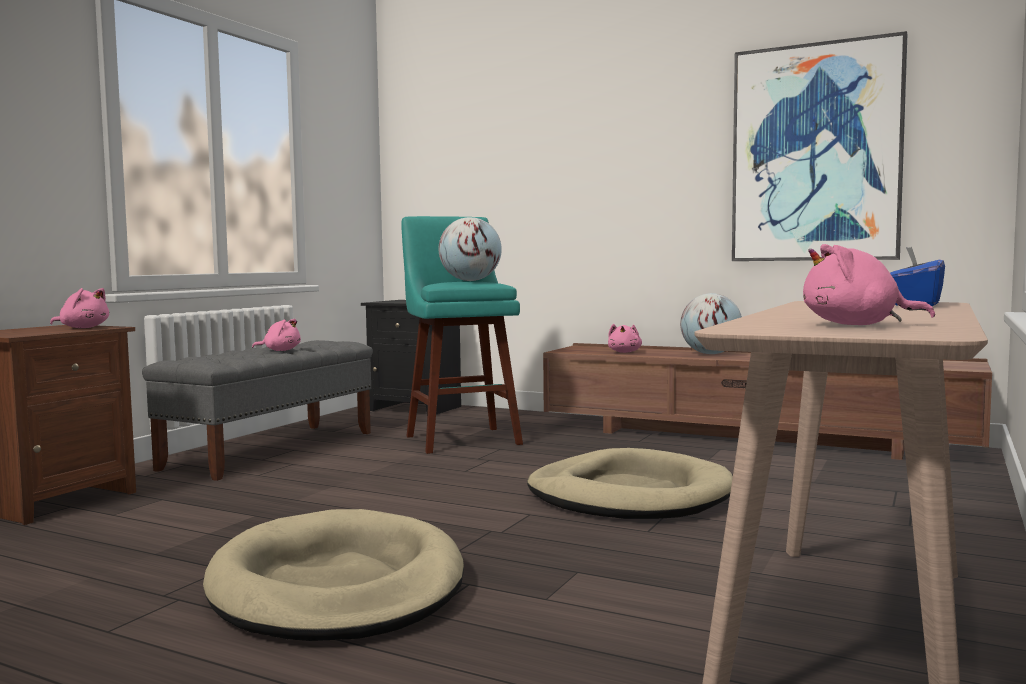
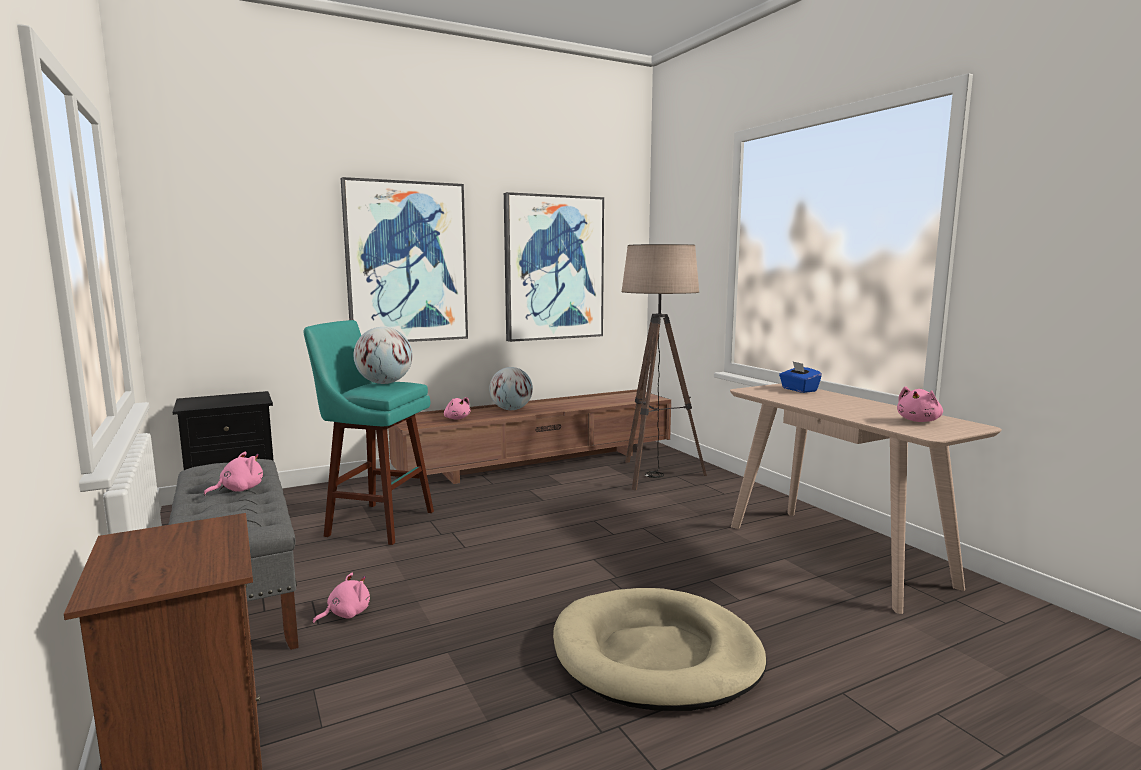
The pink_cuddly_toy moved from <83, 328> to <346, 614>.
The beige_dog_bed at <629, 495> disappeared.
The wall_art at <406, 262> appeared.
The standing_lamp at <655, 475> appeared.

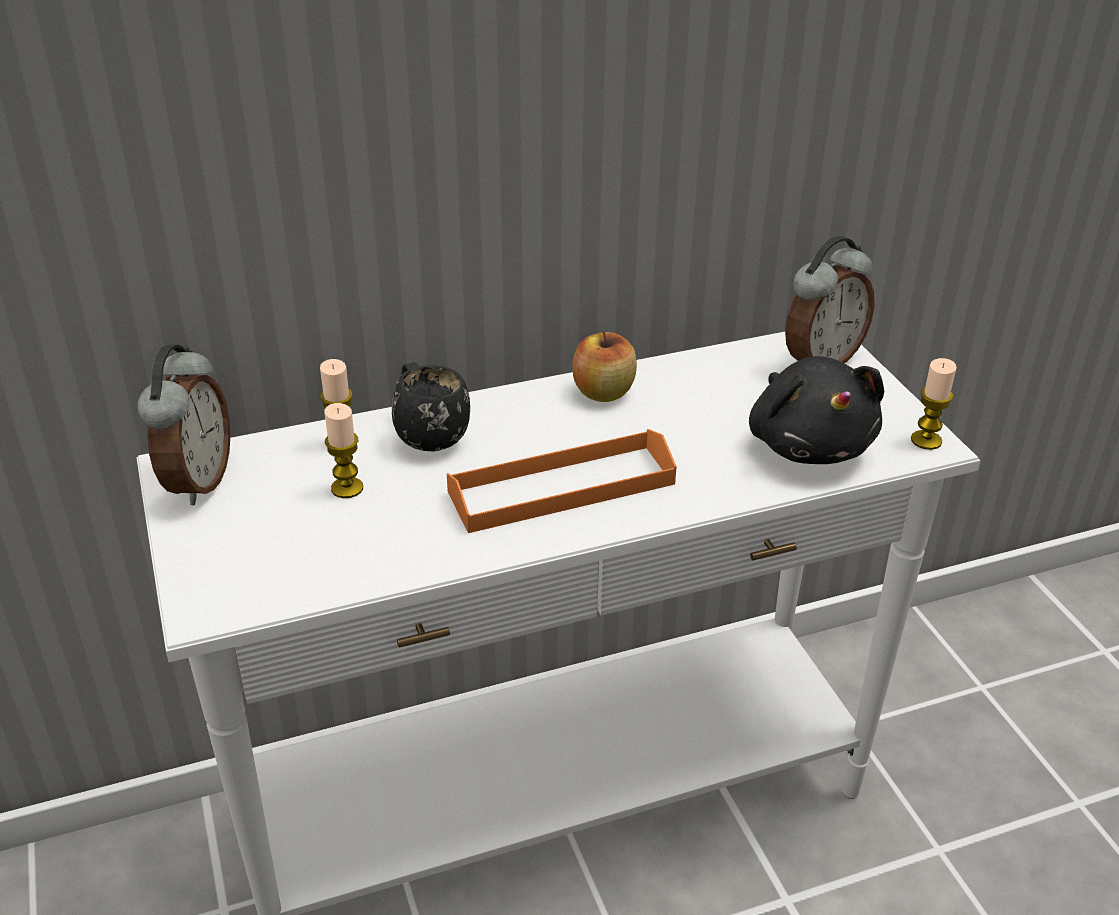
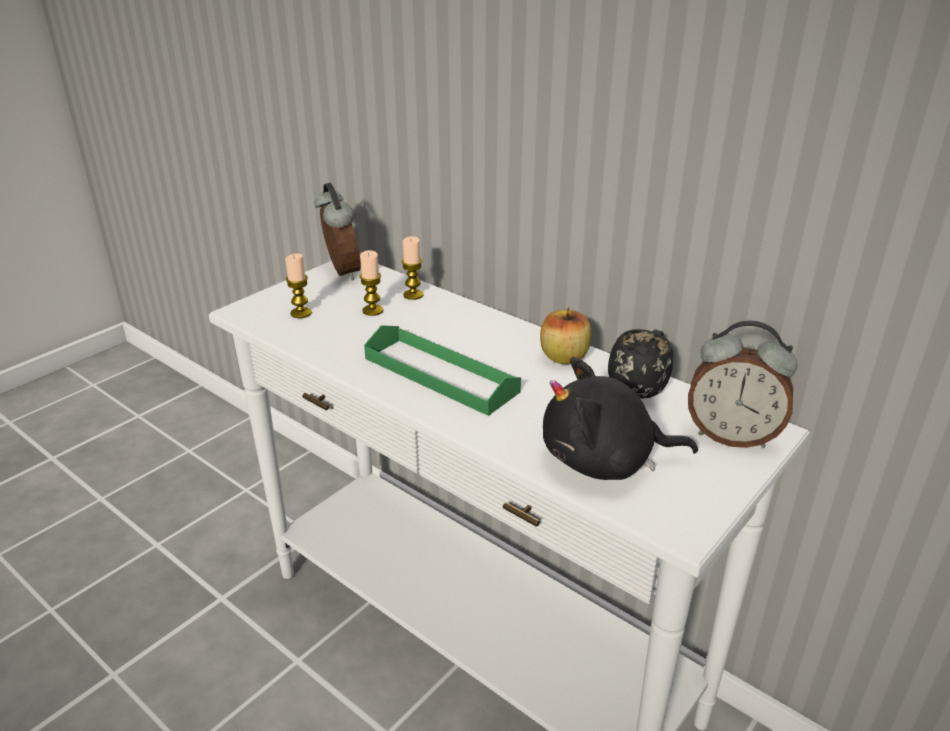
The table_clock at <196, 481> turned 90 degrees counterclockwise.
The blackish_cuddly_toy at <809, 444> turned 45 degrees clockwise.
The wax_candle moved from <926, 440> to <301, 313>.
The blackish_mug moved from <427, 434> to <640, 386>.
The orange_serving_tray at <561, 488> became the greenish_serving_tray at <440, 375>.

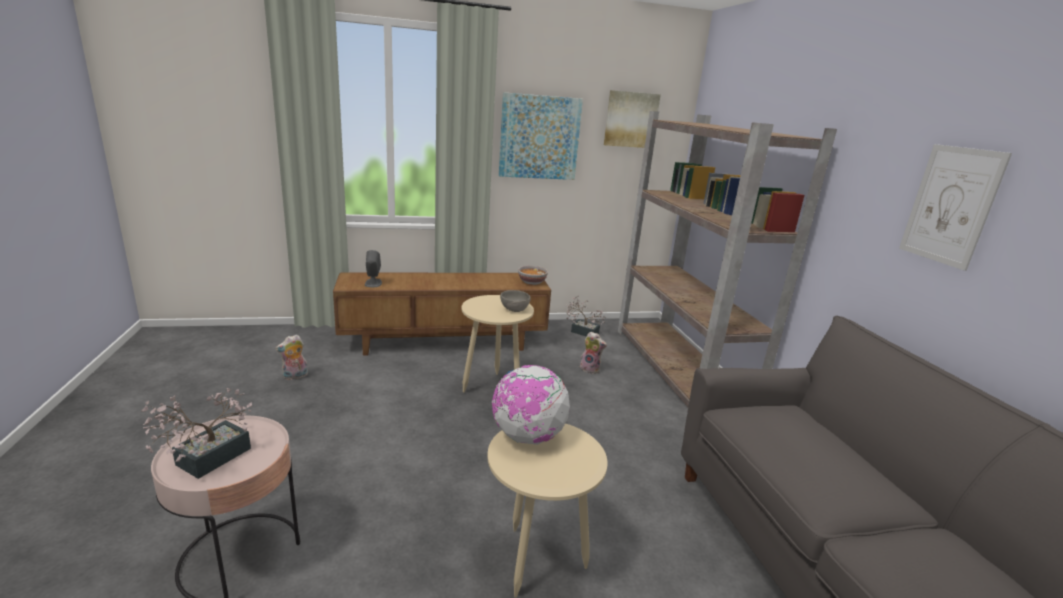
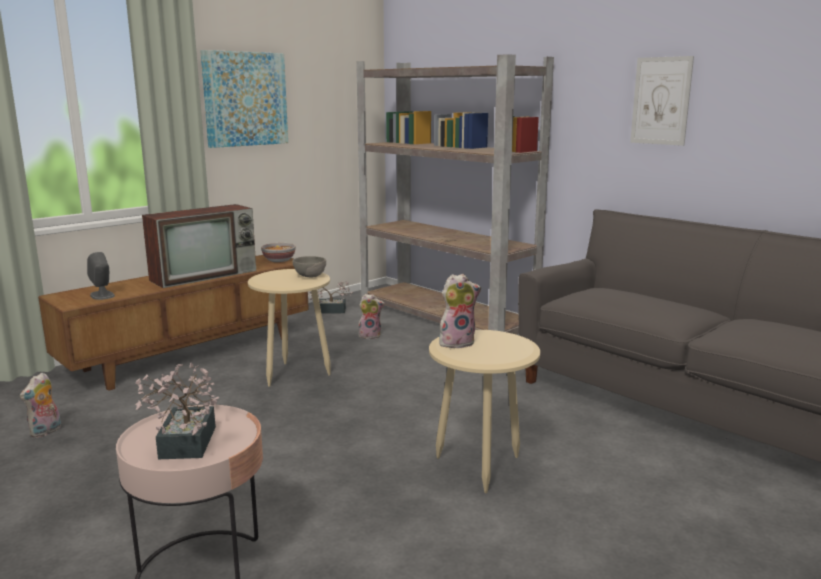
The wall_art at <630, 119> disappeared.
The desk_globe at <527, 437> was replaced by the cuddly_toy at <457, 342>.
The TV at <205, 275> appeared.

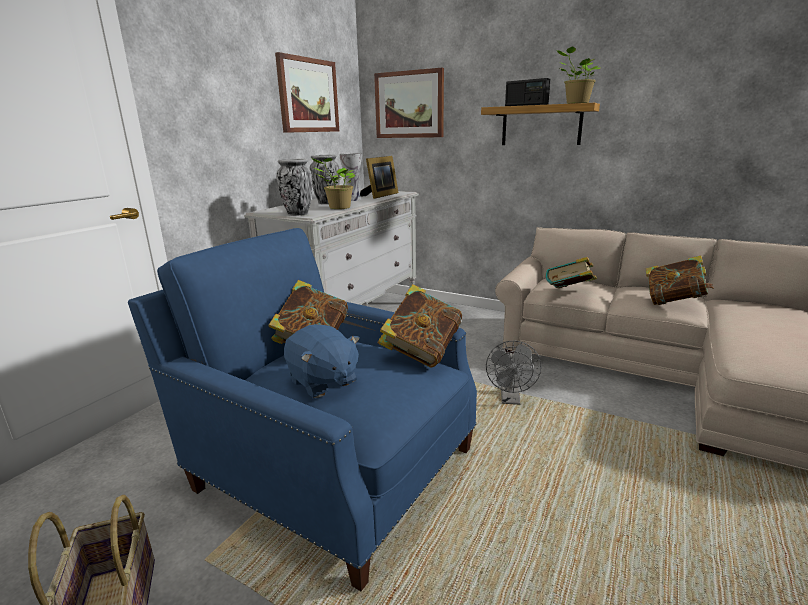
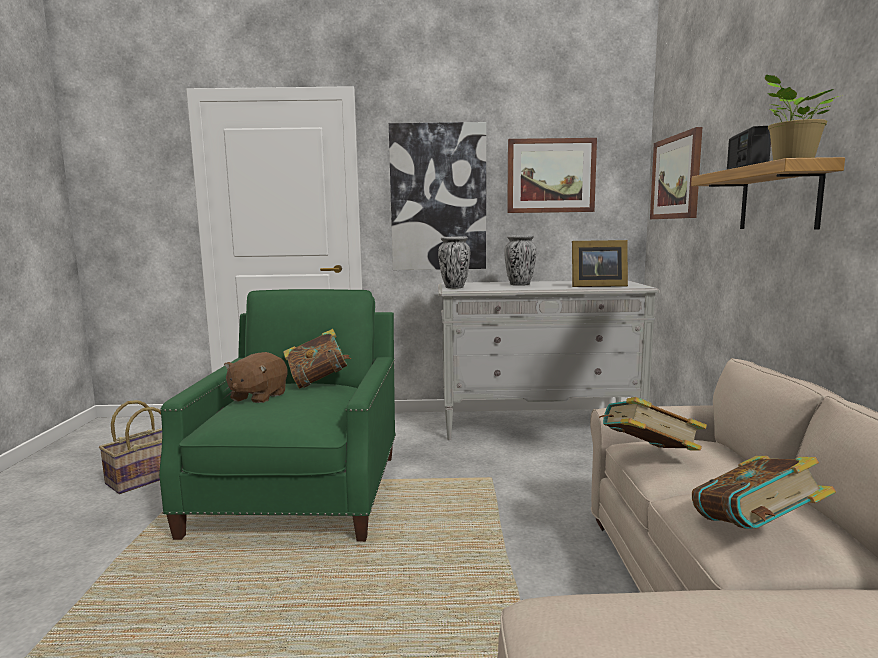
The vase at <353, 199> disappeared.
The potted_plant at <338, 208> disappeared.
The bluish_lounge_chair at <331, 465> became the greenish_lounge_chair at <301, 489>.
The book at <421, 353> disappeared.
The bluish_cuddly_toy at <322, 382> became the brown_cuddly_toy at <258, 397>.
The greyish_electric_fan at <511, 400> disappeared.
The wall_art at <438, 198> appeared.

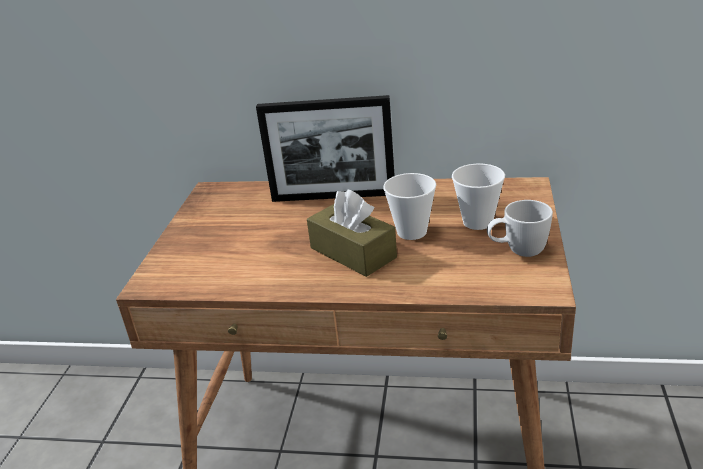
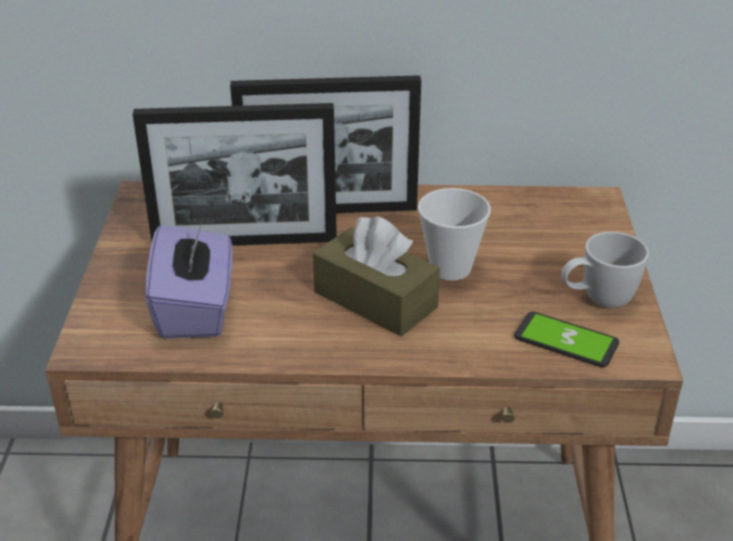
The cup at <477, 222> disappeared.
The picture_frame at <245, 242> appeared.
The purplish_tissue_box at <196, 309> appeared.
The handset at <566, 341> appeared.

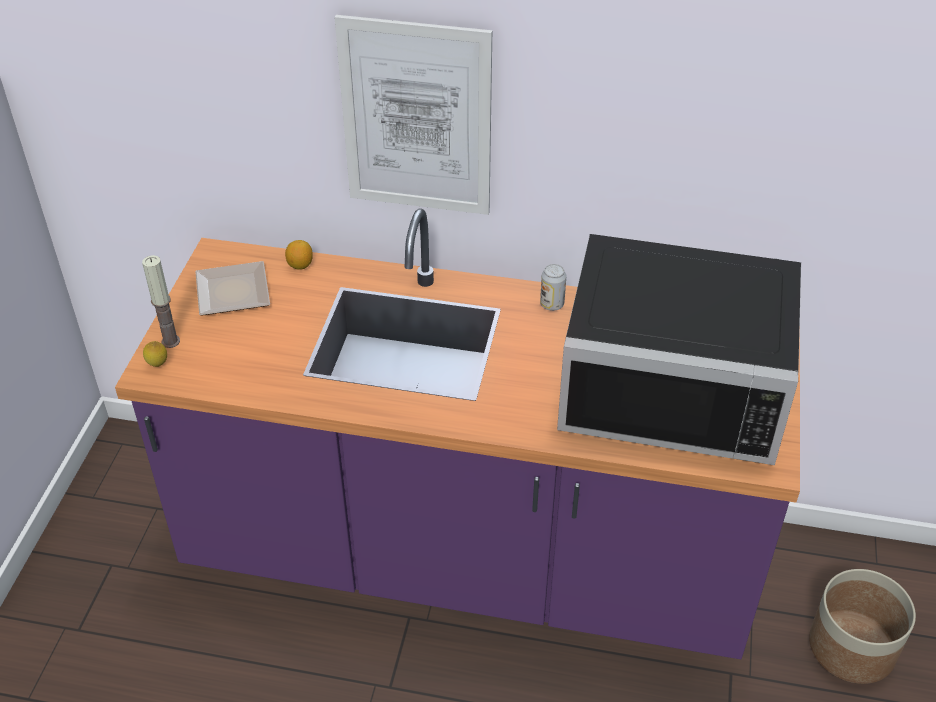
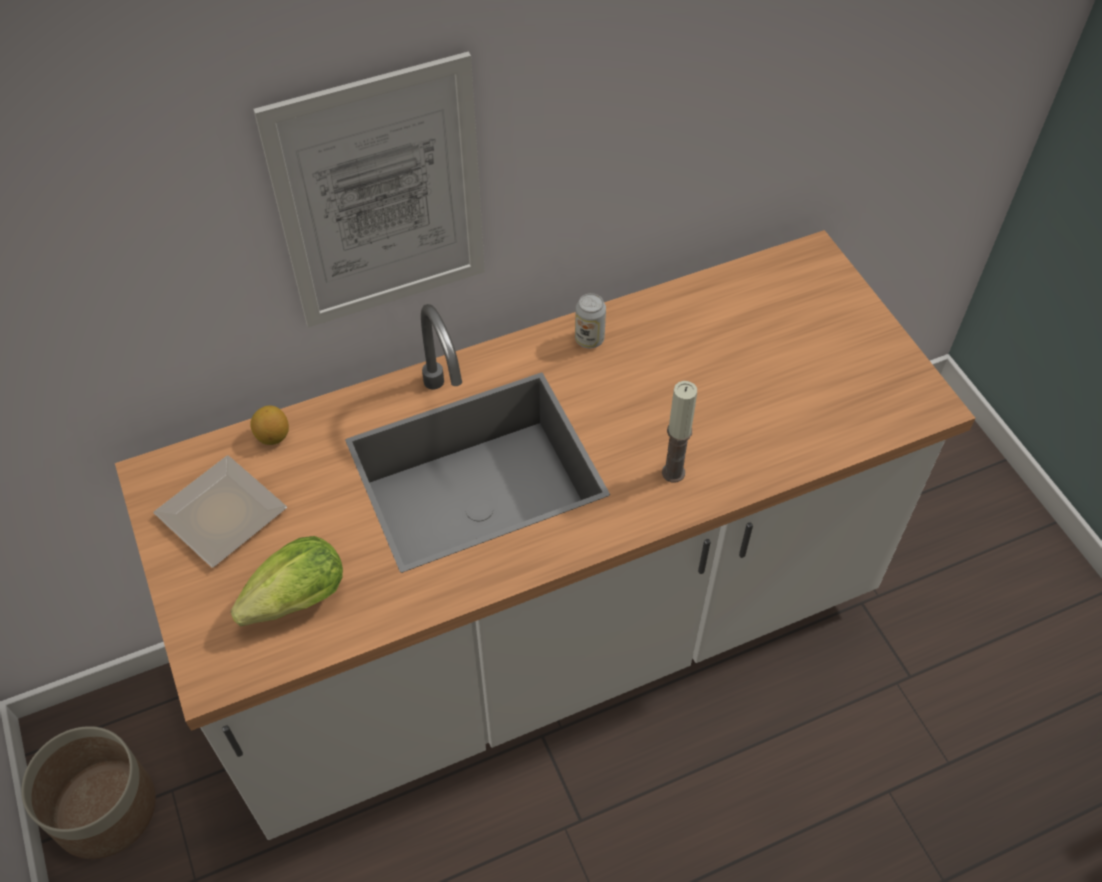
The purplish_counter at <468, 558> became the whitish_counter at <551, 638>.
The blackish_microwave_oven at <674, 379> disappeared.
The wax_candle moved from <171, 341> to <673, 472>.
The lemon at <158, 365> disappeared.
The planter moved from <851, 646> to <104, 808>.
The lettuce at <292, 603> appeared.

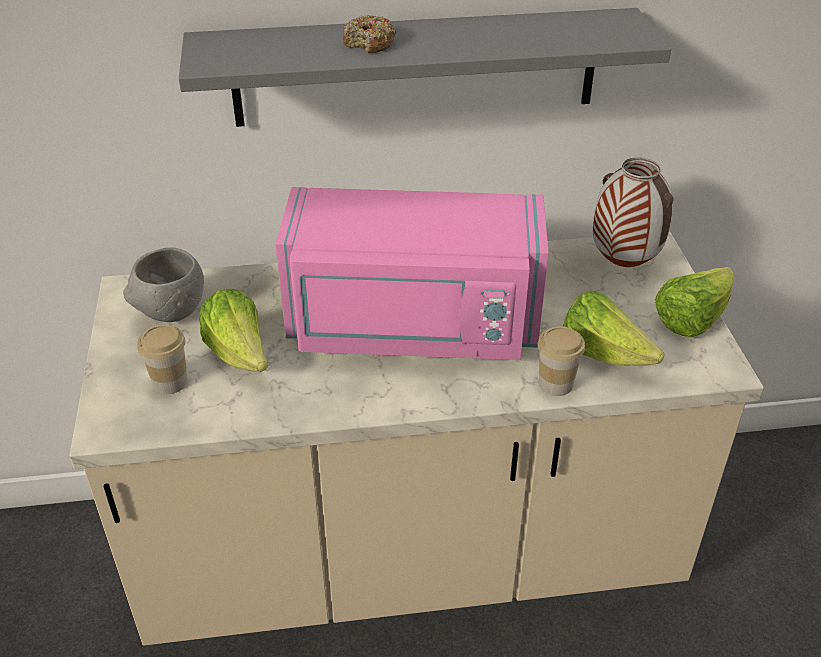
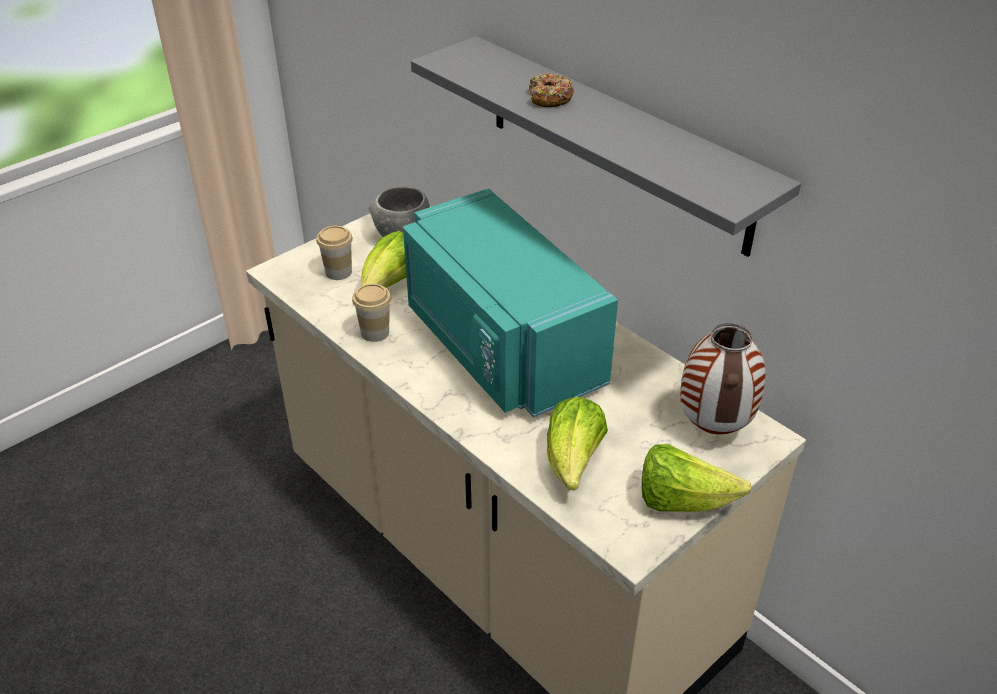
The pink_microwave_oven at <412, 327> became the turquoise-coloured_microwave_oven at <499, 347>.
The cup moved from <555, 384> to <375, 332>.

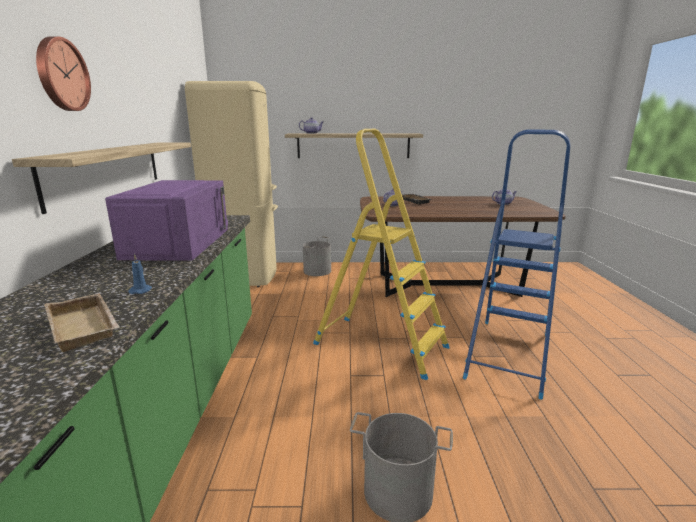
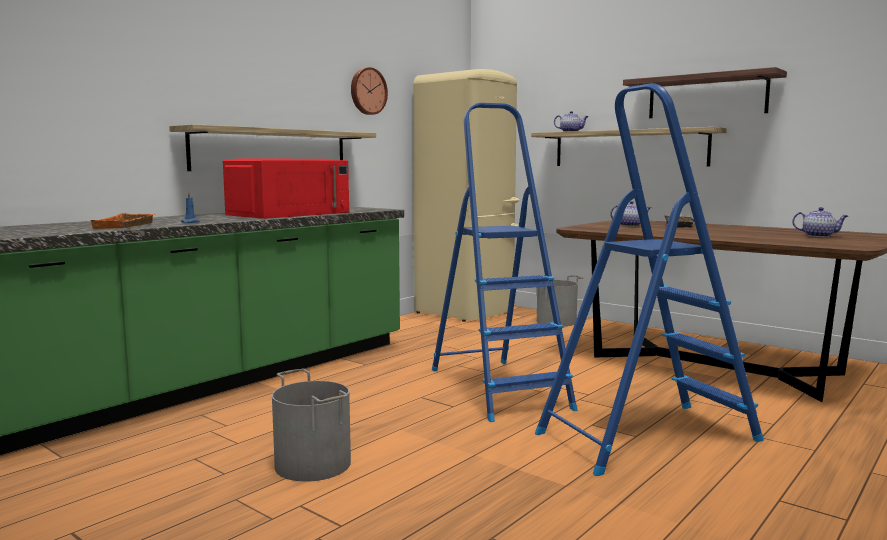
The wall_clock moved from <61, 75> to <367, 91>.
The yellowish_step_stool at <381, 345> became the bluish_step_stool at <498, 388>.
The purplish_microwave_oven at <179, 242> became the reddish_microwave_oven at <289, 213>.
The beige_serving_tray at <86, 326> became the orange_serving_tray at <126, 226>.
The bracket_shelf at <706, 96> appeared.

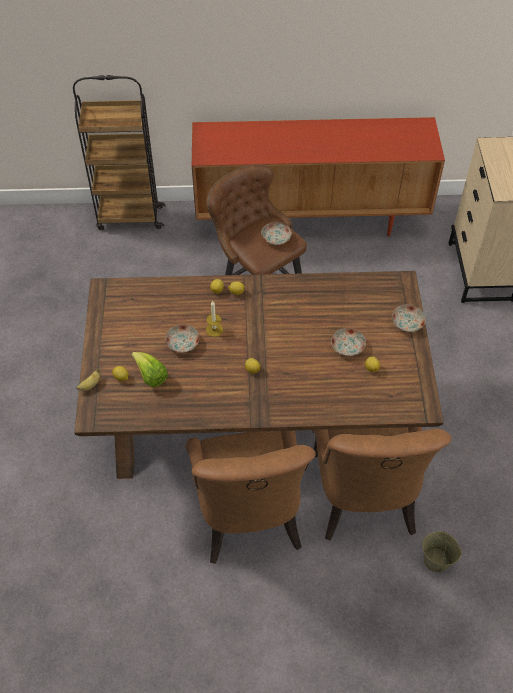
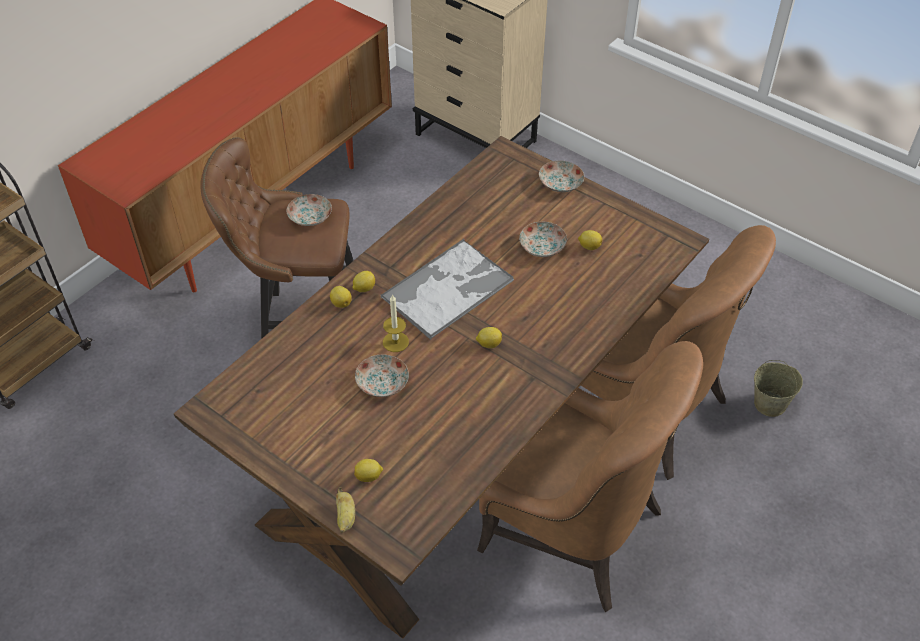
The lettuce at <150, 376> disappeared.
The serving_tray at <448, 289> appeared.

